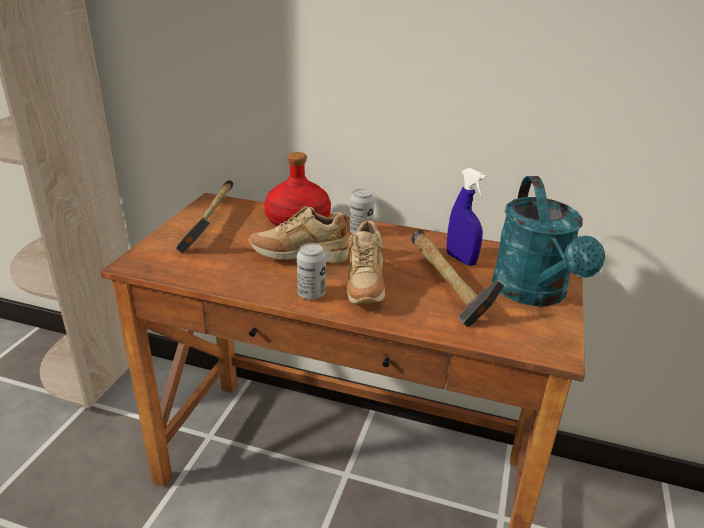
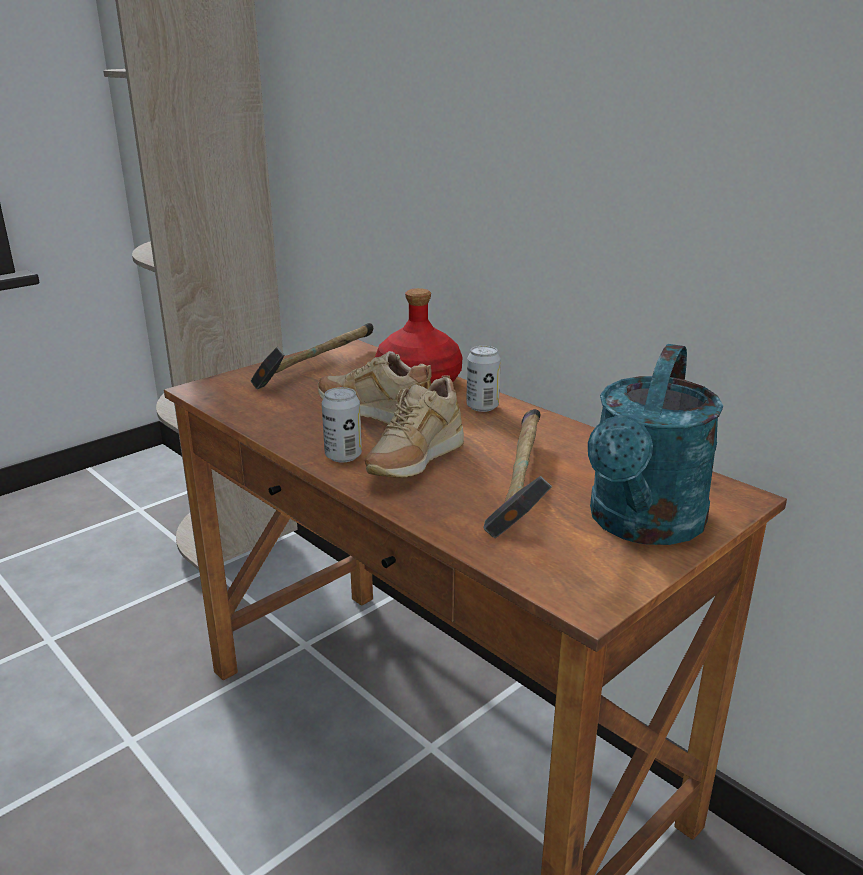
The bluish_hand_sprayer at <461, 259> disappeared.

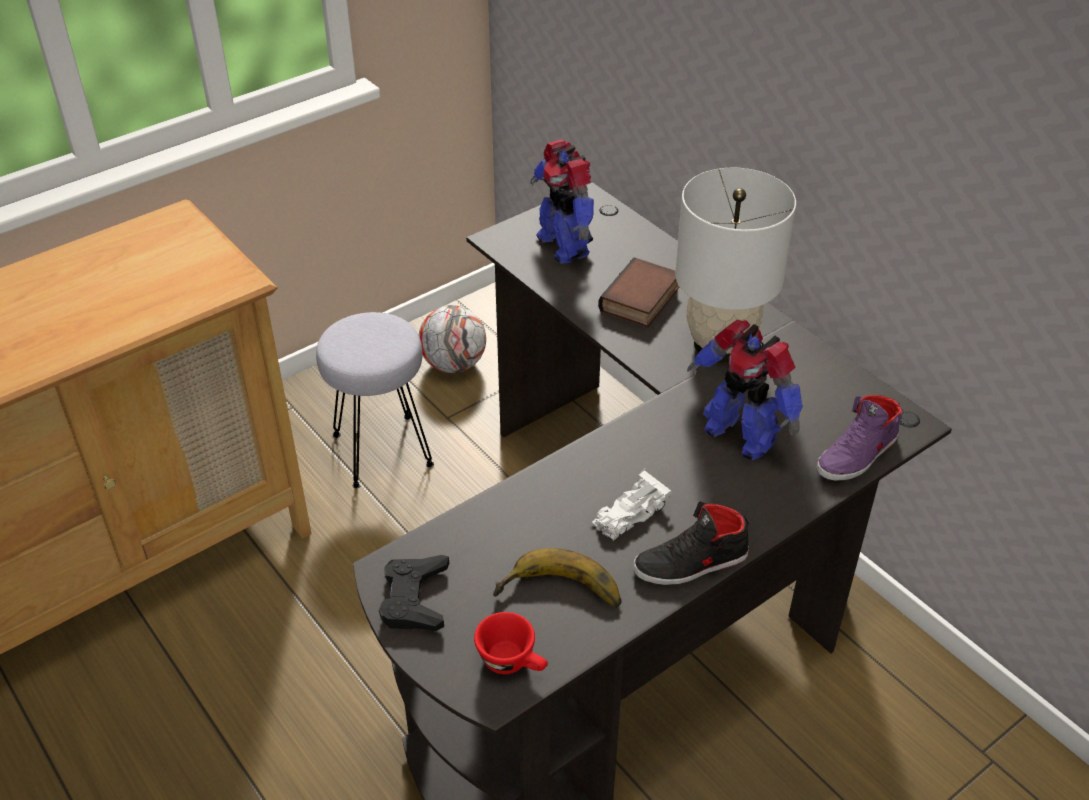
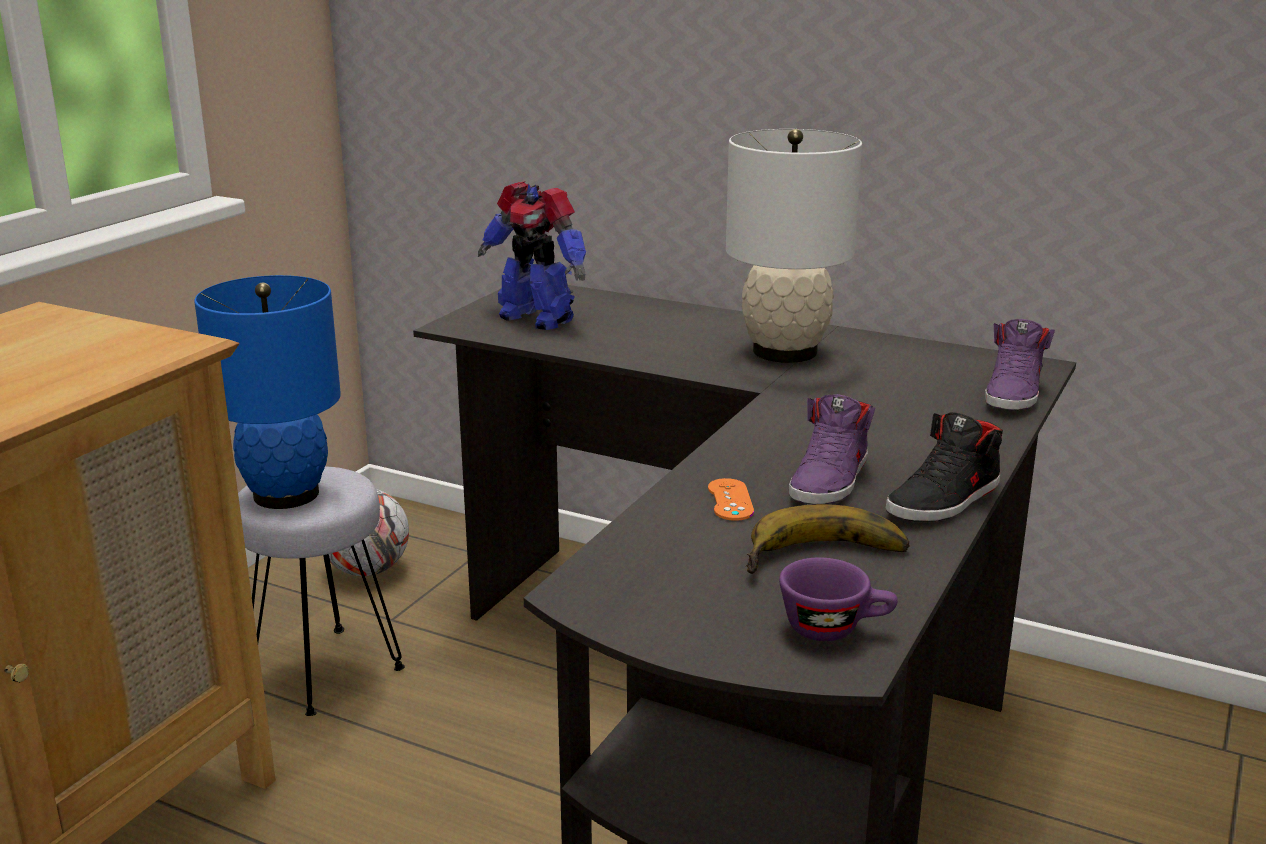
The book at <641, 300> disappeared.
The model_robot at <740, 434> disappeared.
The whitish_miniature_car at <629, 513> was replaced by the purplish_low_shoe at <831, 480>.
The blackish_game_controller at <415, 598> disappeared.
The reddish_cup at <513, 662> became the purplish_cup at <835, 628>.
The bluish_table_lamp at <286, 494> appeared.
The orange_game_controller at <730, 500> appeared.

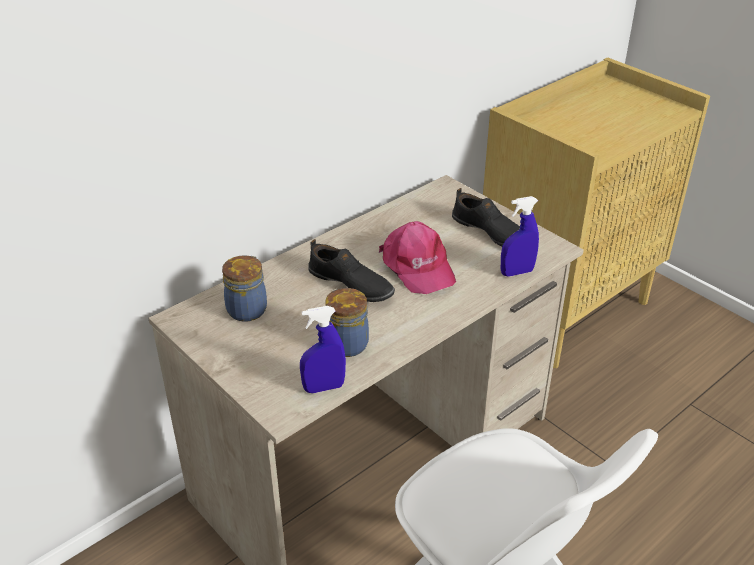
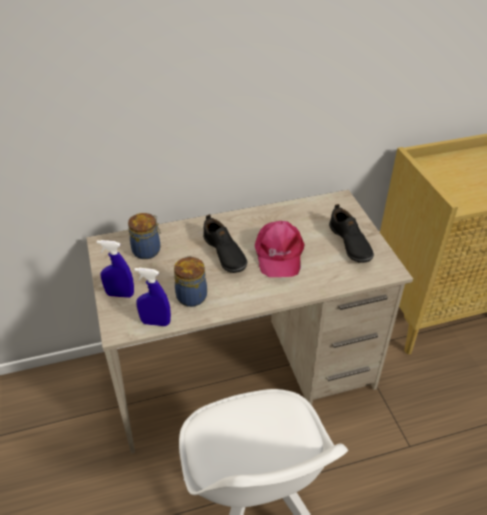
The bluish_hand_sprayer moved from <516, 272> to <120, 294>.

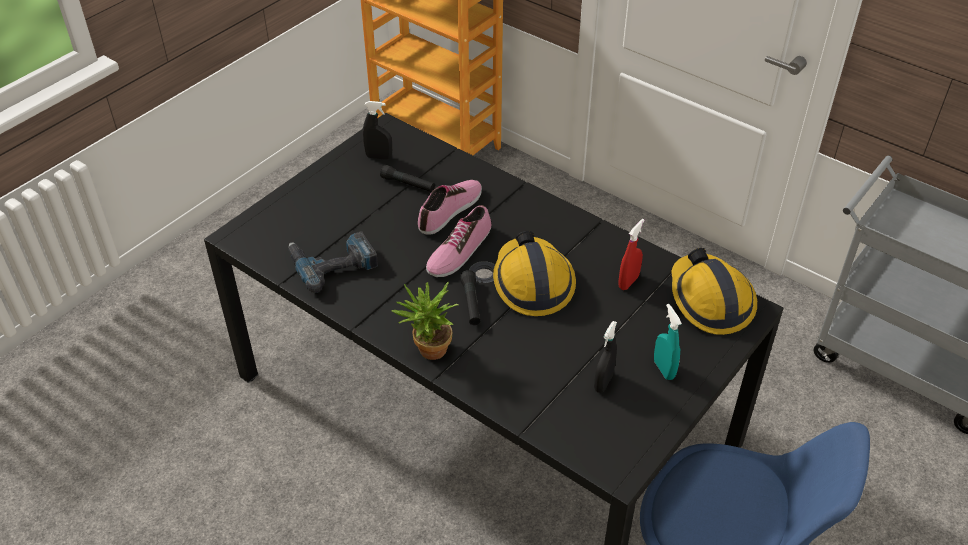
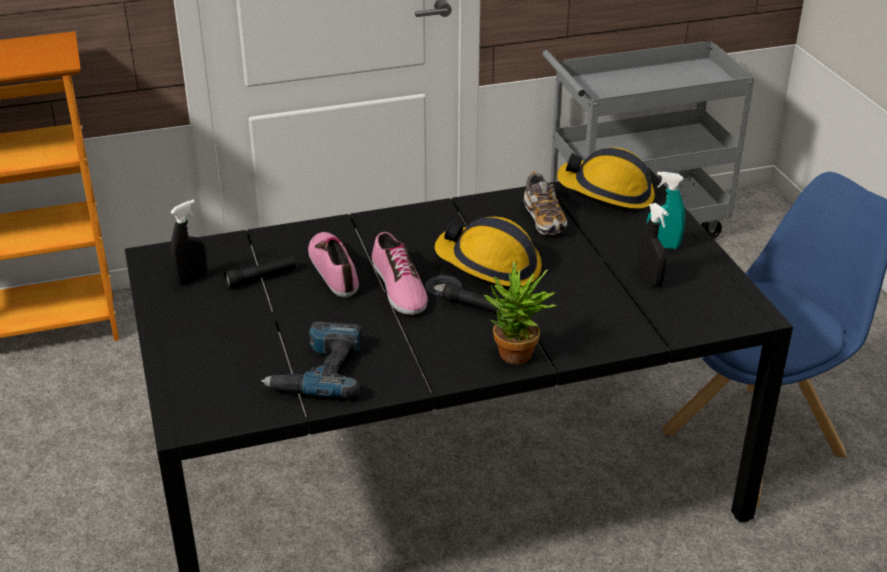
The reddish_hand_sprayer at <628, 282> was replaced by the low_shoe at <544, 218>.

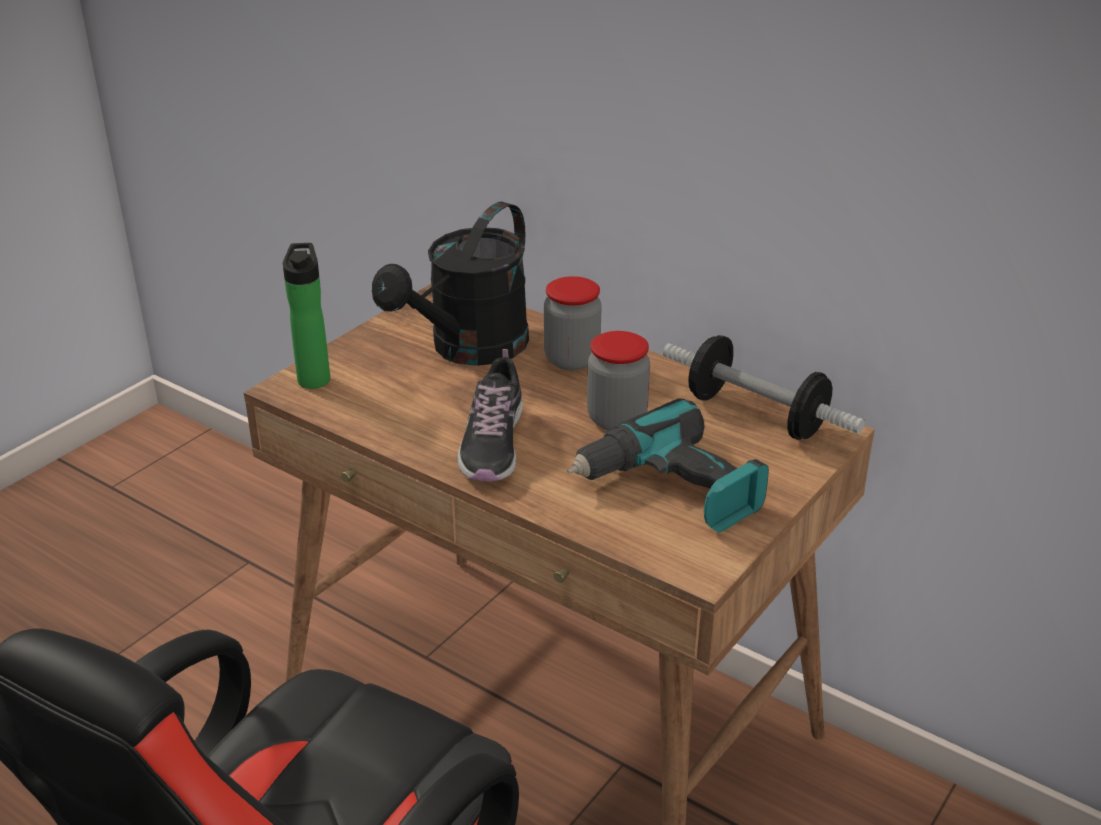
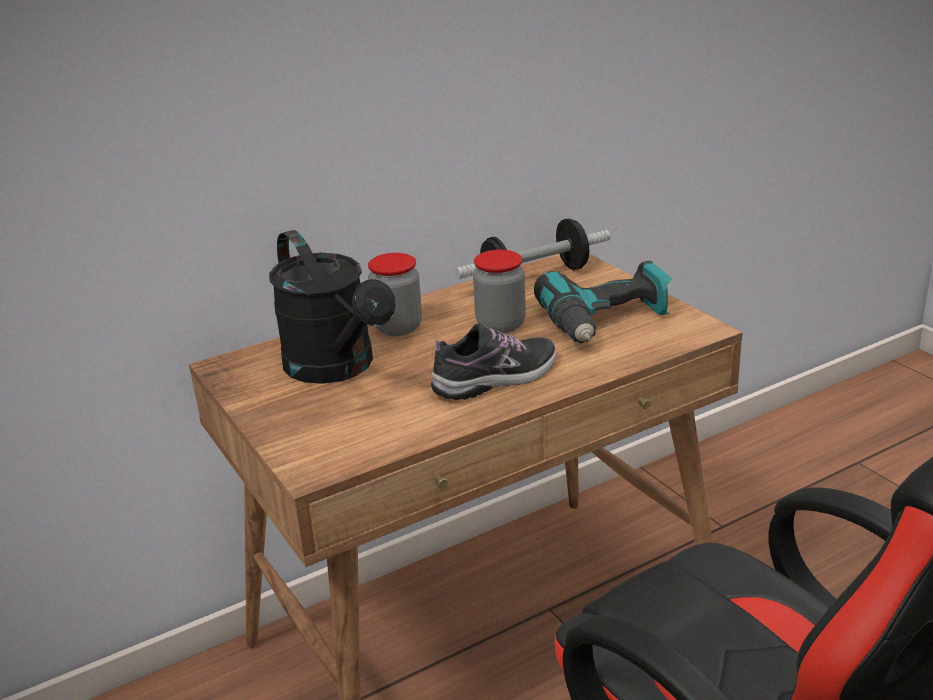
The beverage_bottle at <314, 377> disappeared.
The low_shoe at <493, 444> turned 60 degrees counterclockwise.

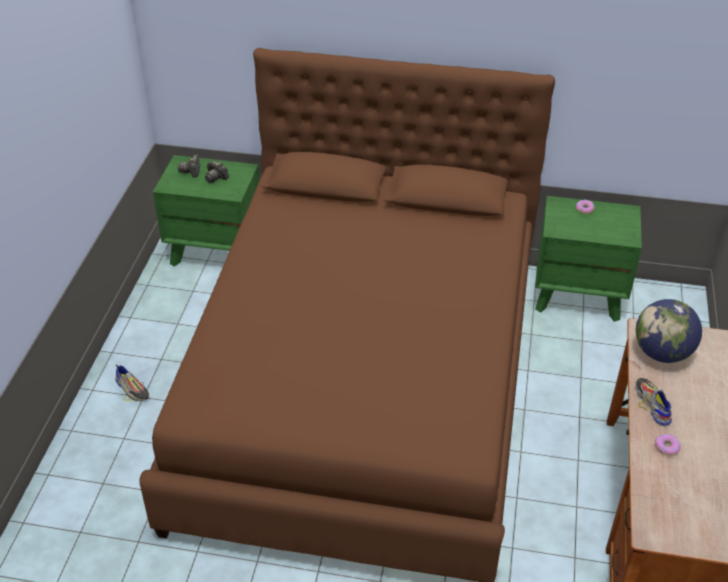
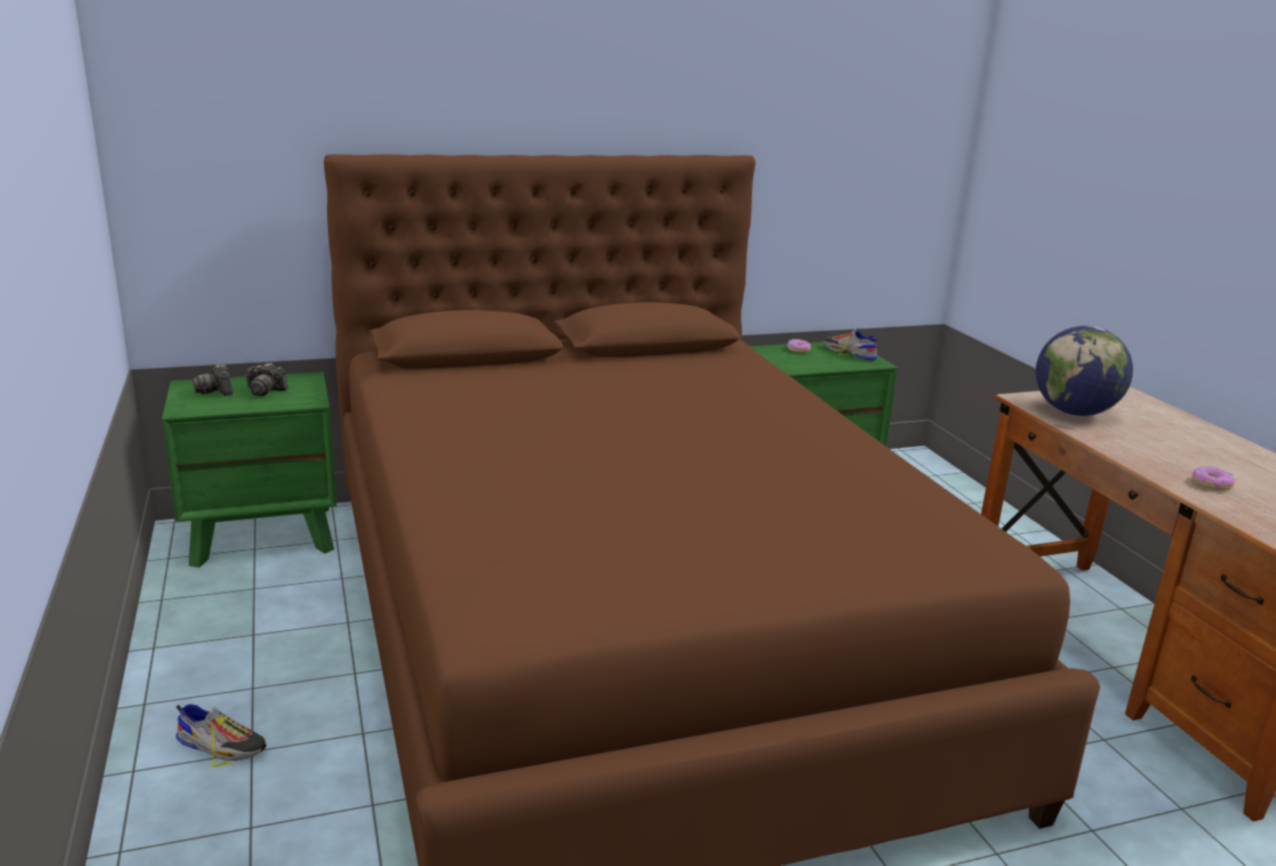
The low_shoe moved from <652, 404> to <849, 352>.

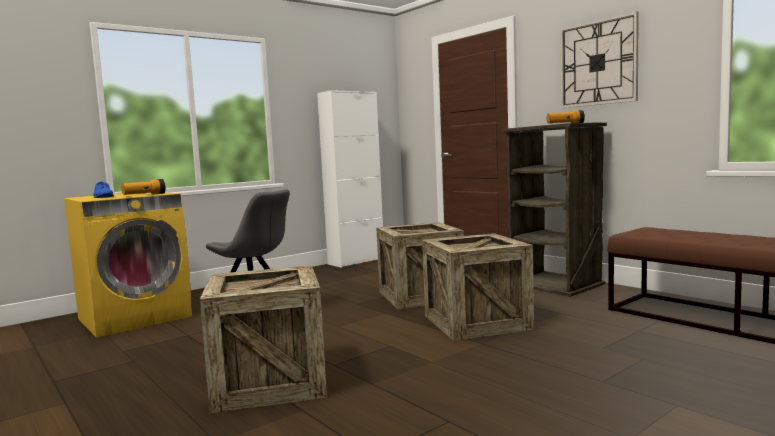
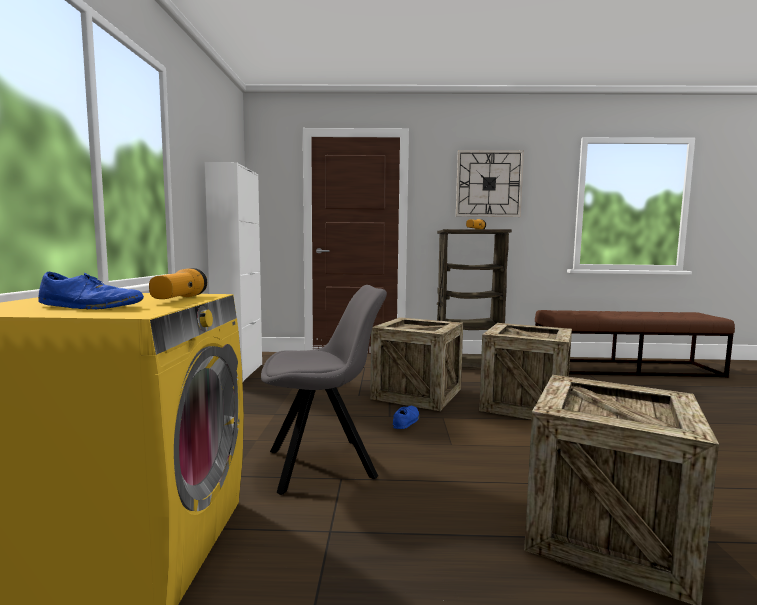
The bluish_low_shoe at <406, 421> appeared.

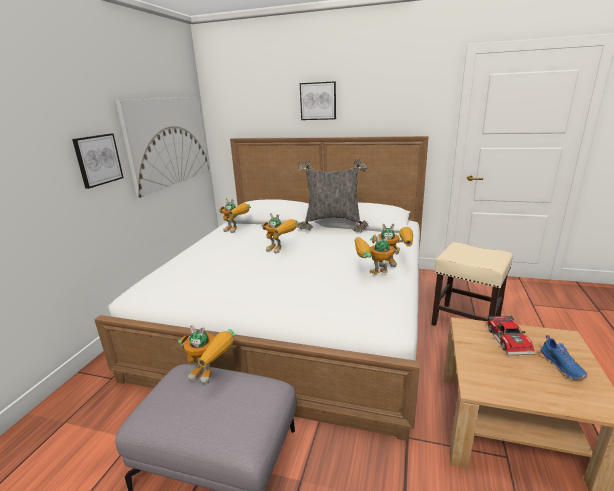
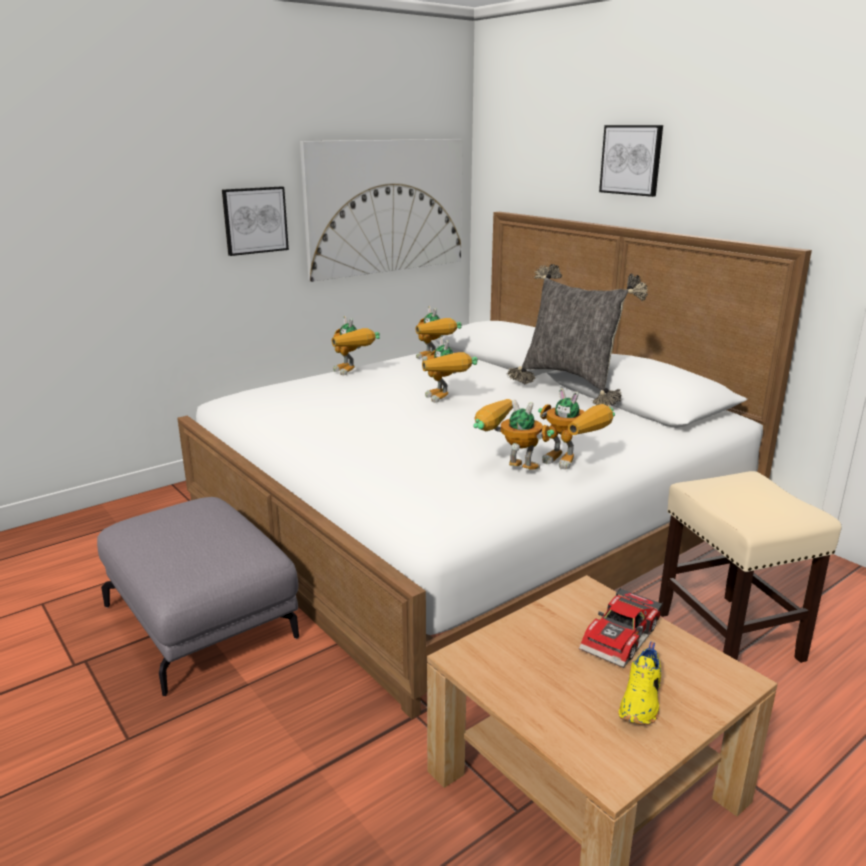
The model_robot moved from <212, 376> to <352, 373>.
The bluish_low_shoe at <562, 366> became the yellowish_low_shoe at <642, 701>.

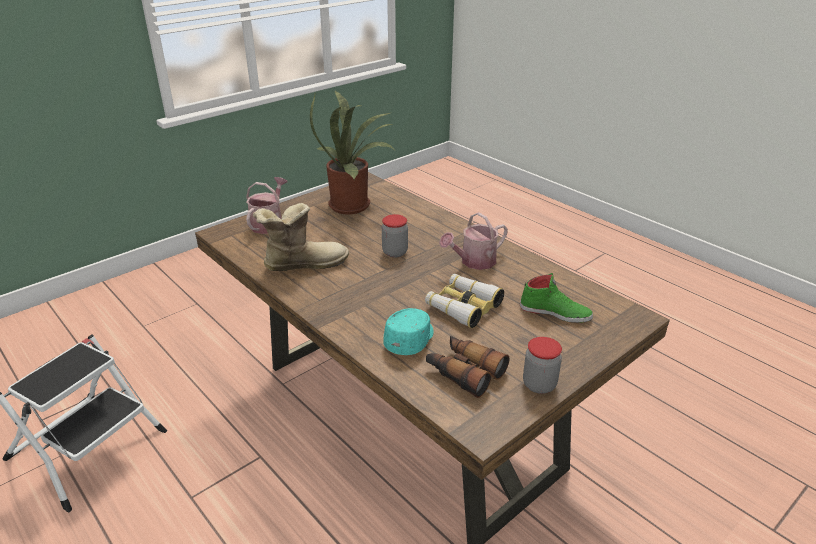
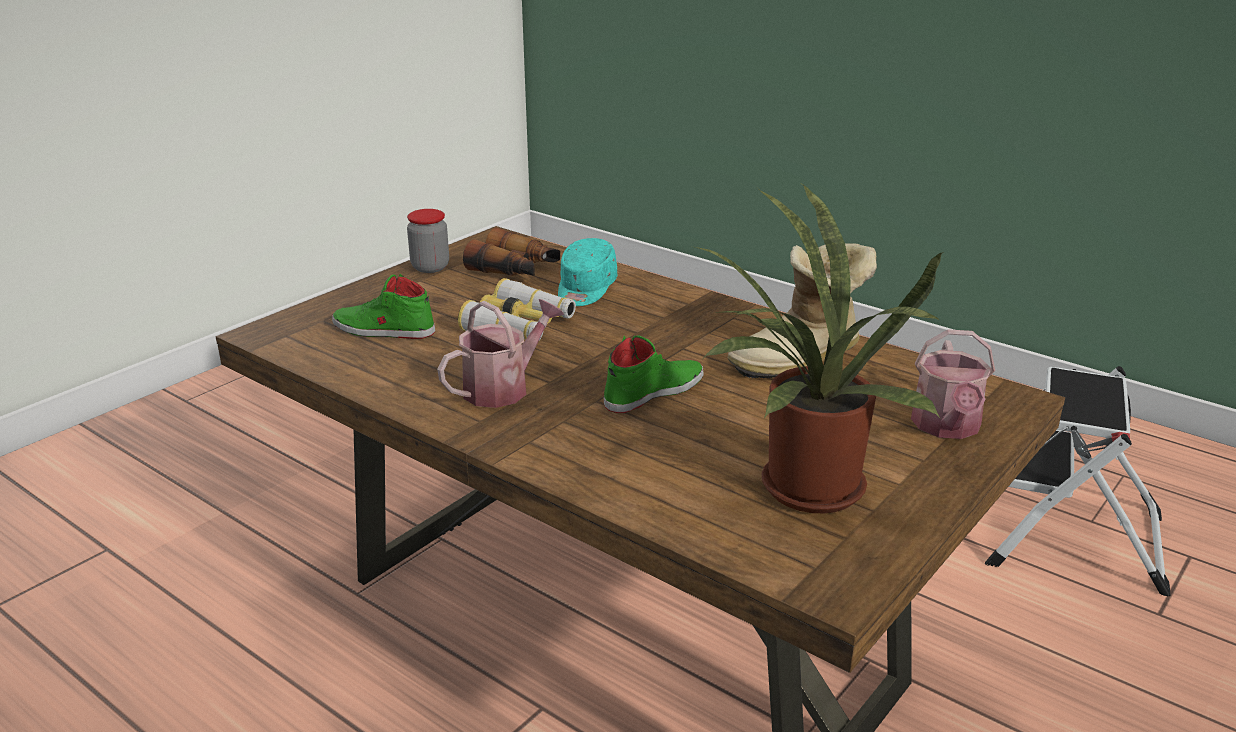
The jar at <395, 252> was replaced by the greenish_low_shoe at <653, 392>.

